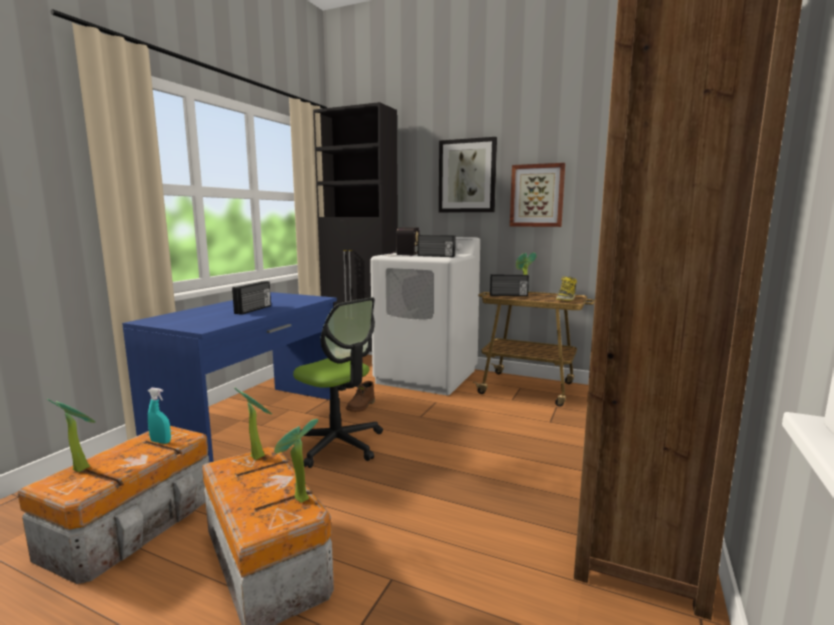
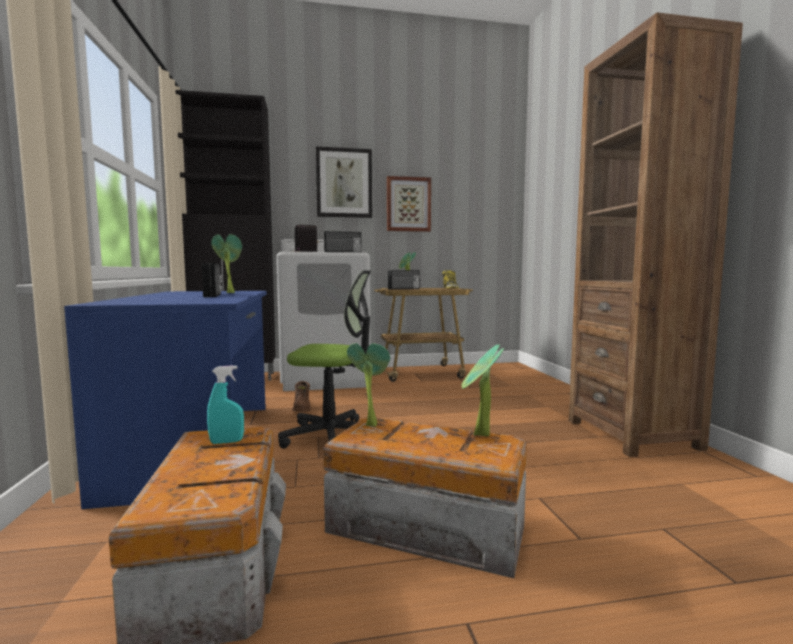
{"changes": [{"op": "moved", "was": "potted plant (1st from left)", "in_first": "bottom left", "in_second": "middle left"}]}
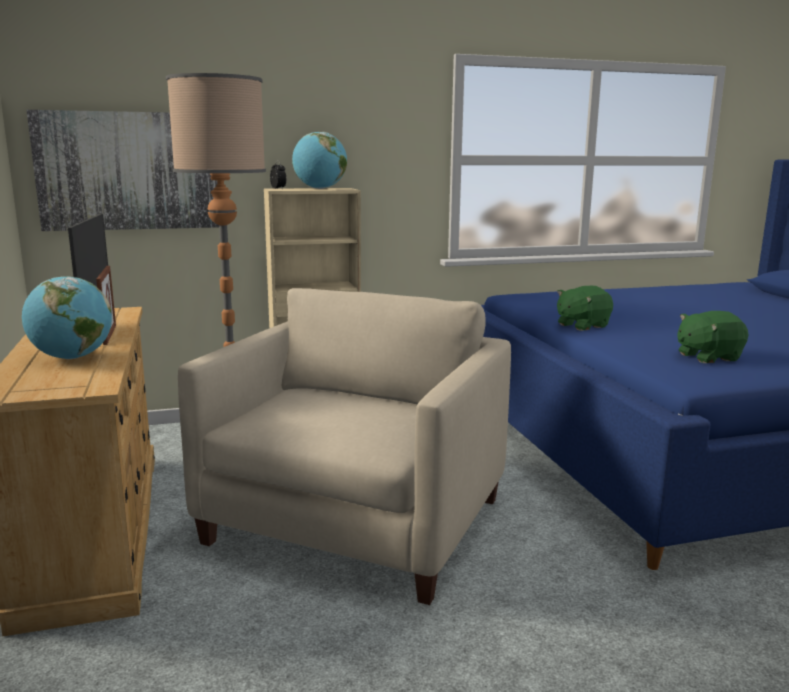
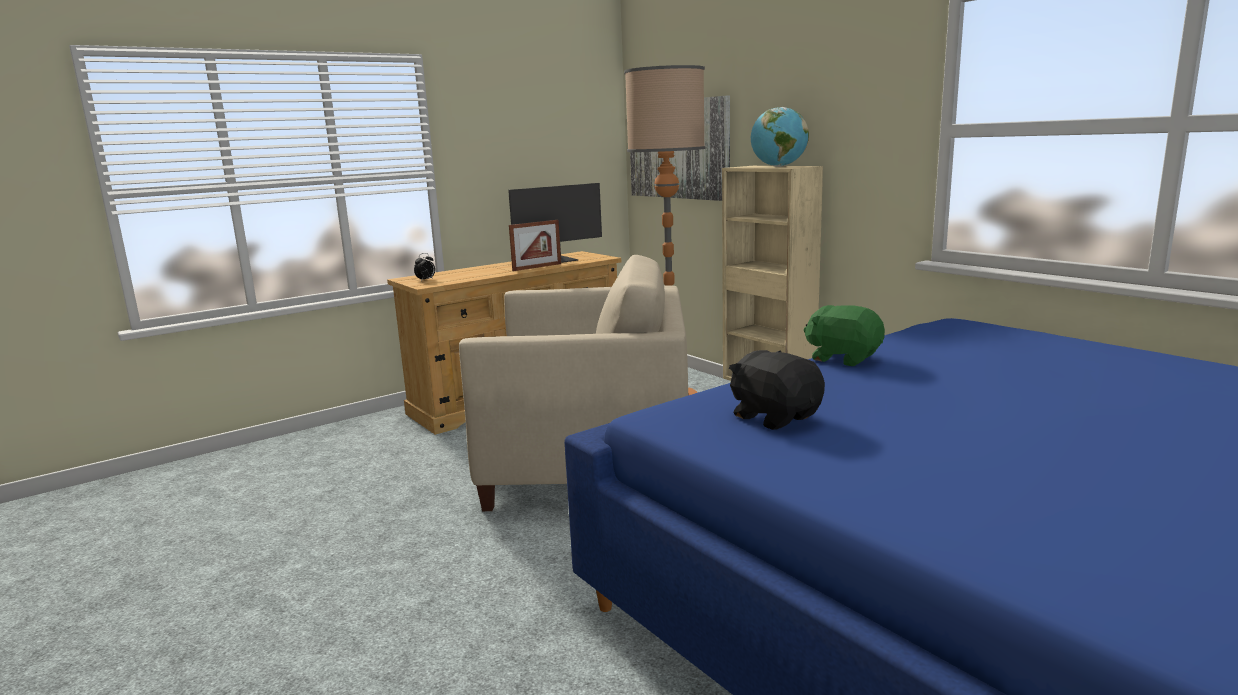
{"changes": [{"op": "removed", "was": "globe (1st from left)", "in_first": "middle left"}, {"op": "moved", "was": "alarm clock", "in_first": "top centre", "in_second": "centre"}, {"op": "recoloured", "was": "green plush toy (2nd from left)", "now": "black plush toy", "in_first": "middle right", "in_second": "centre"}]}
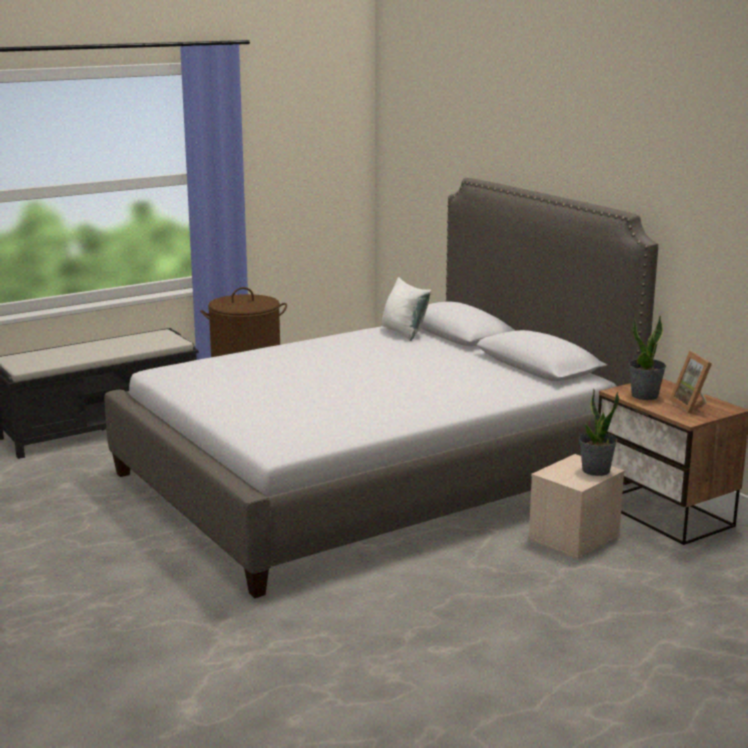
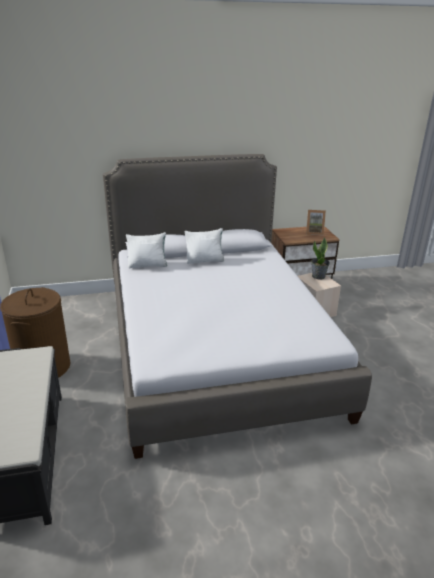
{"changes": [{"op": "removed", "was": "potted plant (2nd from left)", "in_first": "middle right"}, {"op": "added", "now": "white pillow (2nd from left)", "in_second": "centre"}]}
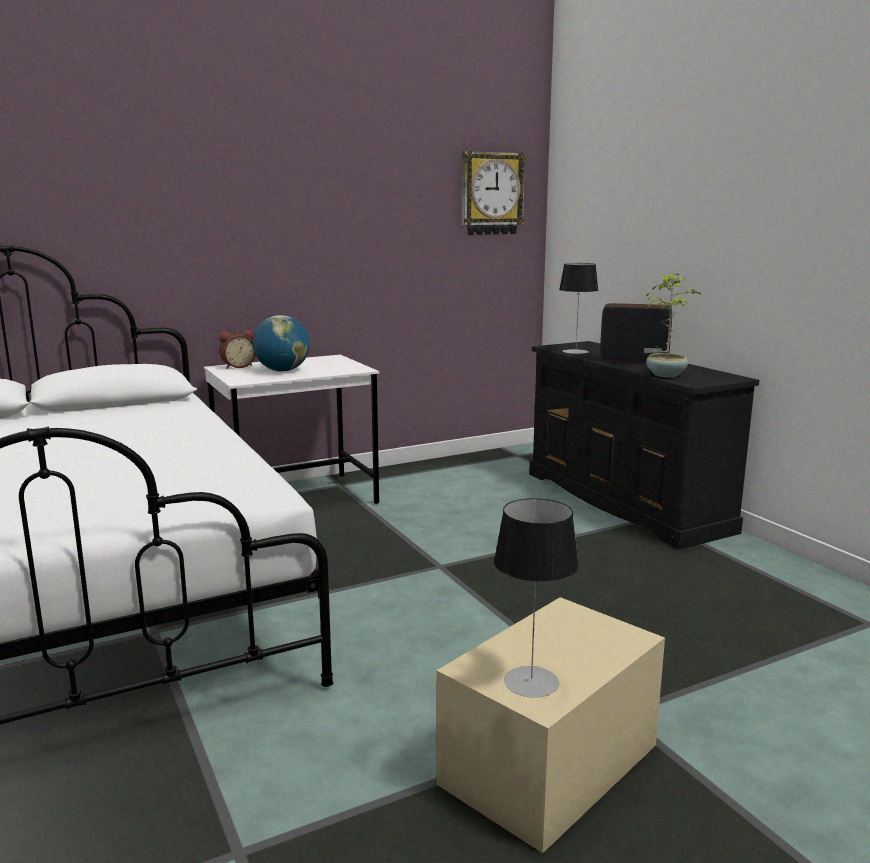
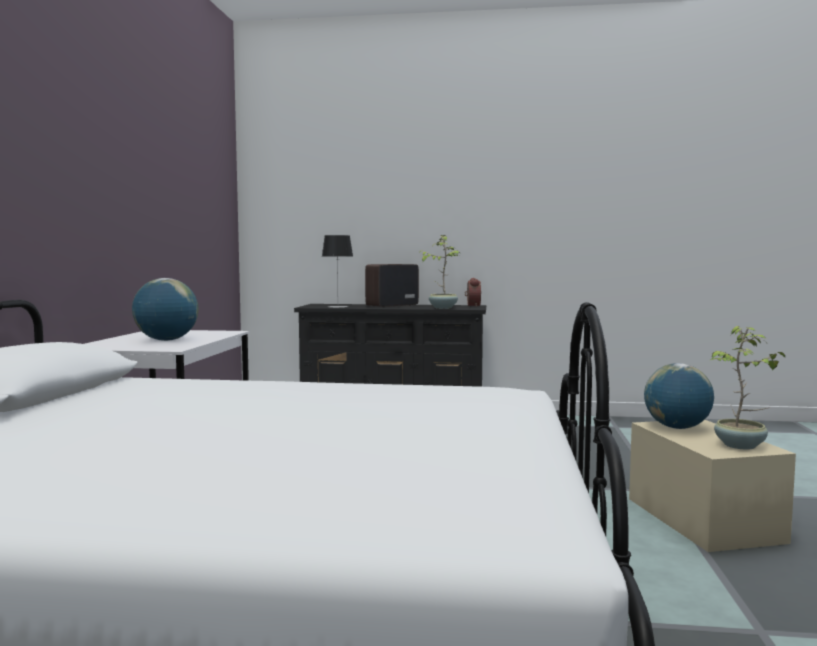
{"changes": [{"op": "removed", "was": "wall clock", "in_first": "top centre"}, {"op": "added", "now": "globe (2nd from left)", "in_second": "middle right"}, {"op": "moved", "was": "alarm clock", "in_first": "middle left", "in_second": "centre"}, {"op": "replaced", "was": "table lamp (1st from left)", "now": "potted plant (2nd from left)", "in_first": "bottom centre", "in_second": "middle right"}]}
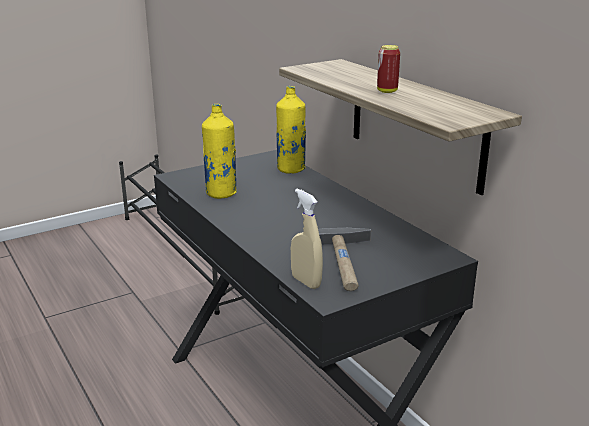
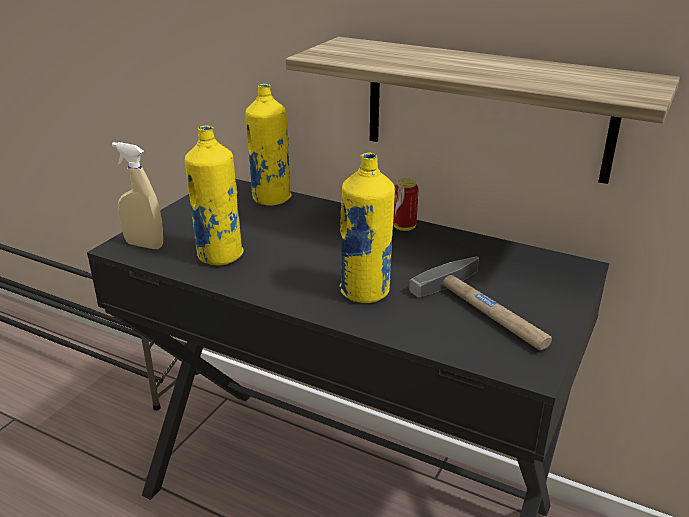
{"changes": [{"op": "added", "now": "yellow bottle (3rd from left)", "in_second": "centre"}, {"op": "moved", "was": "beige spray bottle", "in_first": "centre", "in_second": "middle left"}, {"op": "moved", "was": "can", "in_first": "top centre", "in_second": "centre"}]}
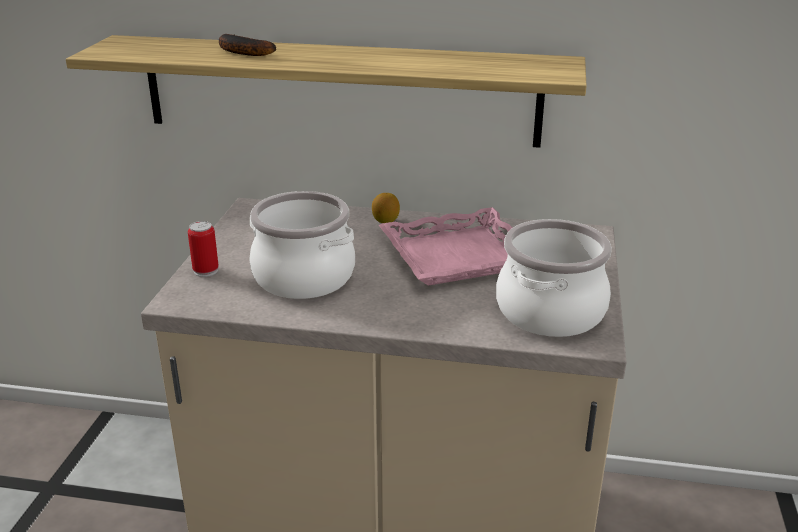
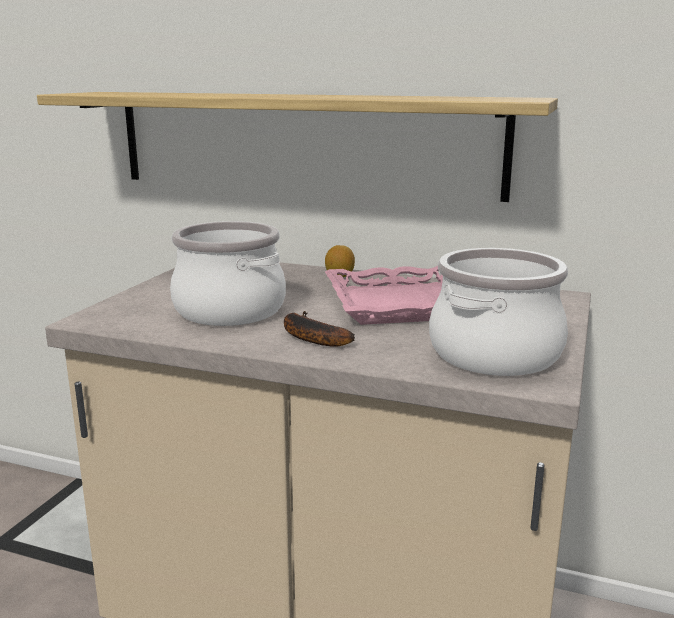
{"changes": [{"op": "removed", "was": "can", "in_first": "middle left"}, {"op": "moved", "was": "banana", "in_first": "top left", "in_second": "centre"}]}
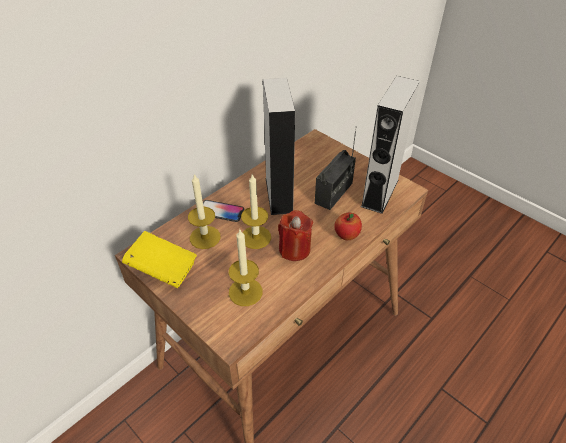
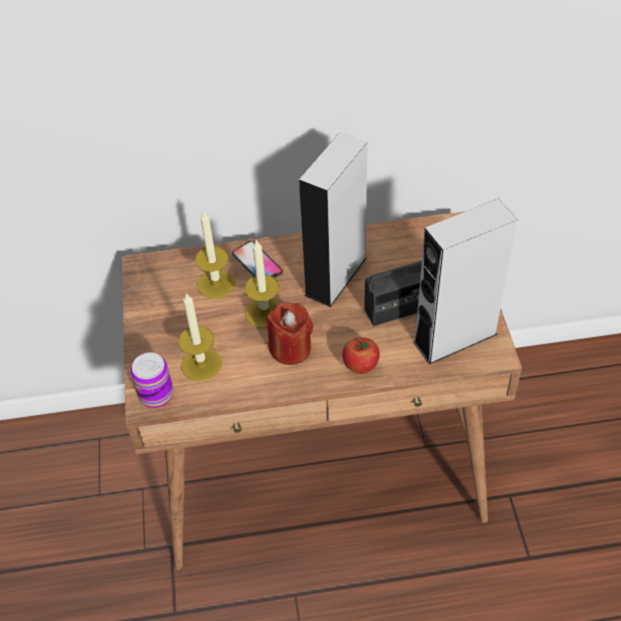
{"changes": [{"op": "removed", "was": "yellow book", "in_first": "middle left"}, {"op": "added", "now": "can", "in_second": "middle left"}]}
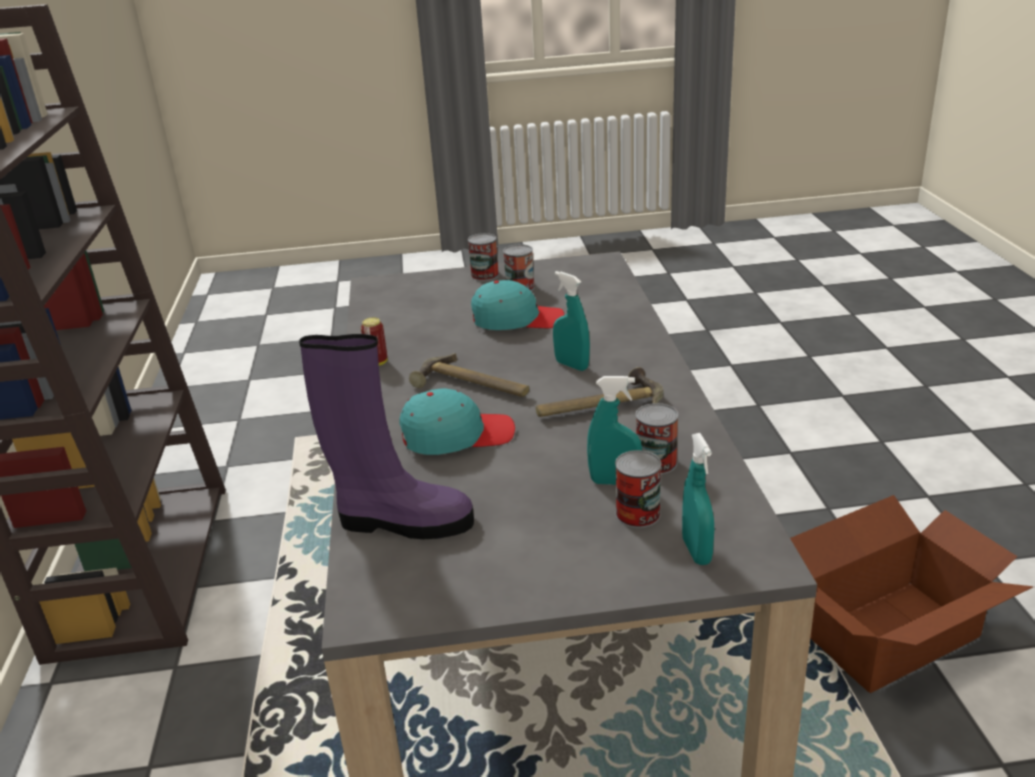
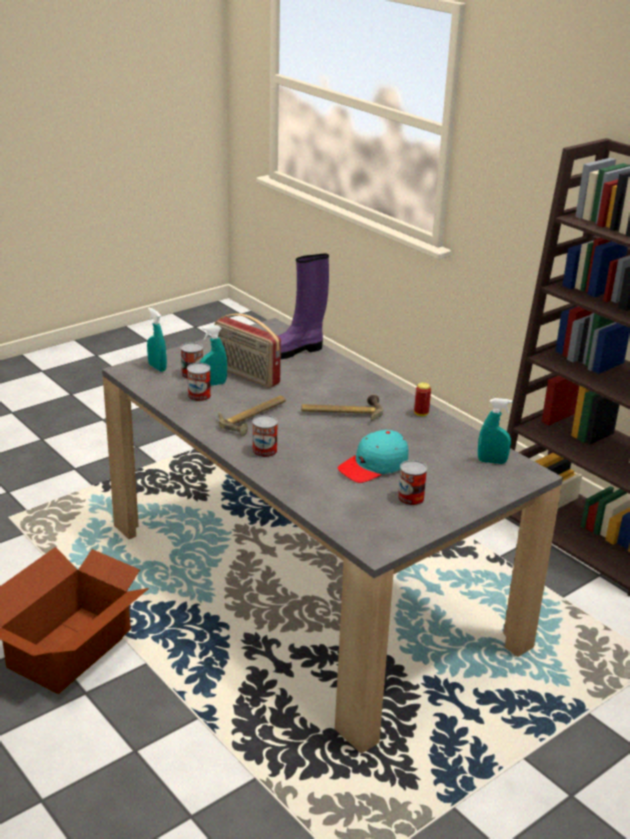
{"changes": [{"op": "removed", "was": "turquoise cap (1st from left)", "in_first": "centre"}, {"op": "added", "now": "radio", "in_second": "centre"}, {"op": "moved", "was": "can (2nd from left in the first image)", "now": "can (3rd from left)", "in_first": "top centre", "in_second": "centre"}, {"op": "moved", "was": "turquoise spray bottle (1st from left in the first image)", "now": "turquoise spray bottle (3rd from left)", "in_first": "centre", "in_second": "middle right"}]}
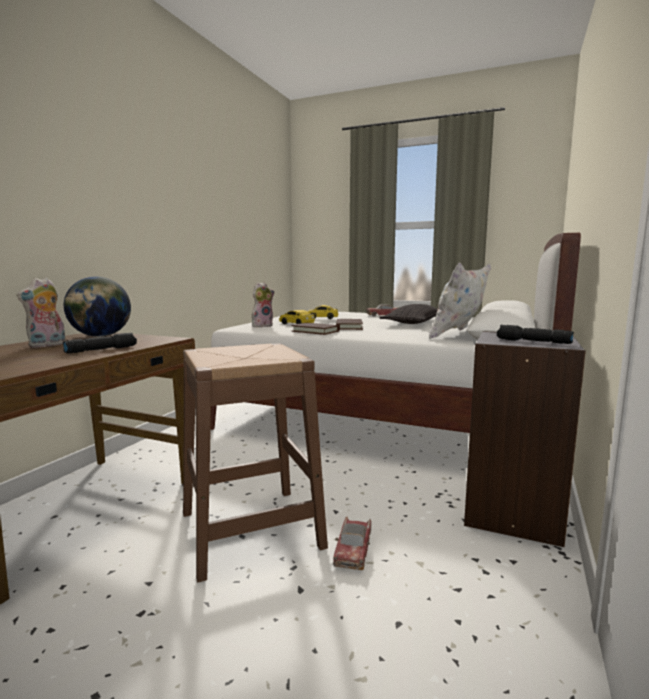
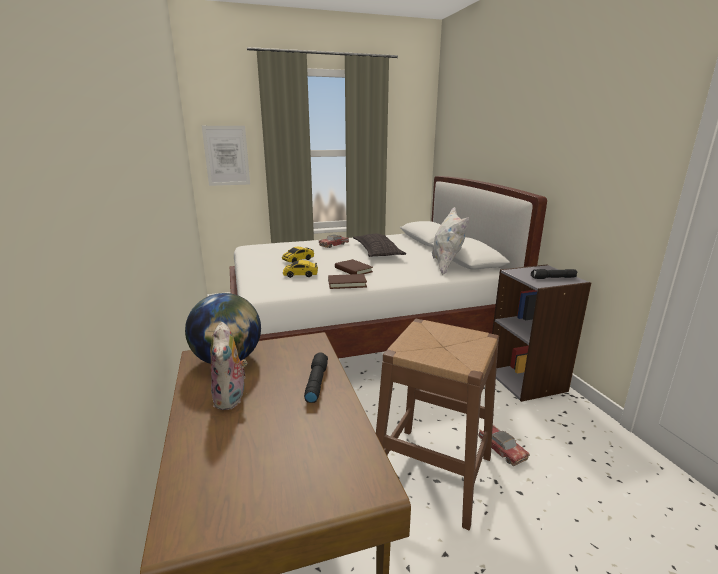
{"changes": [{"op": "removed", "was": "plush toy (2nd from left)", "in_first": "centre"}, {"op": "added", "now": "picture", "in_second": "top left"}]}
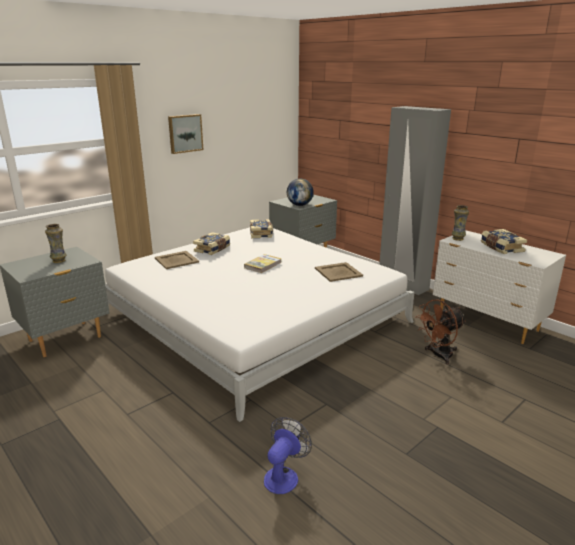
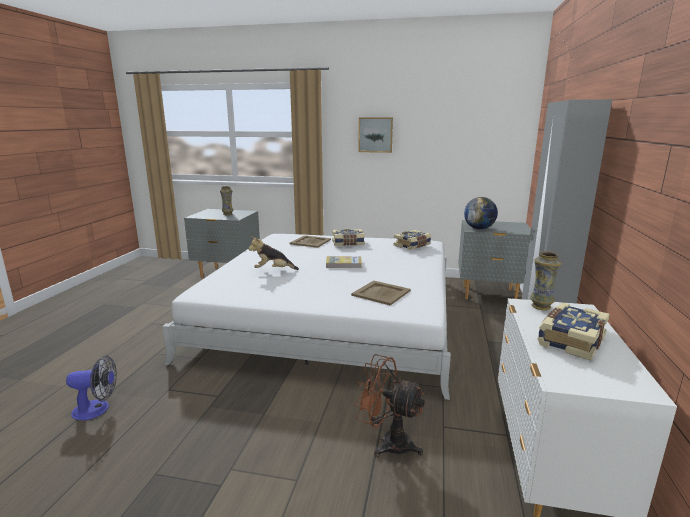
{"changes": [{"op": "added", "now": "plush toy", "in_second": "centre"}]}
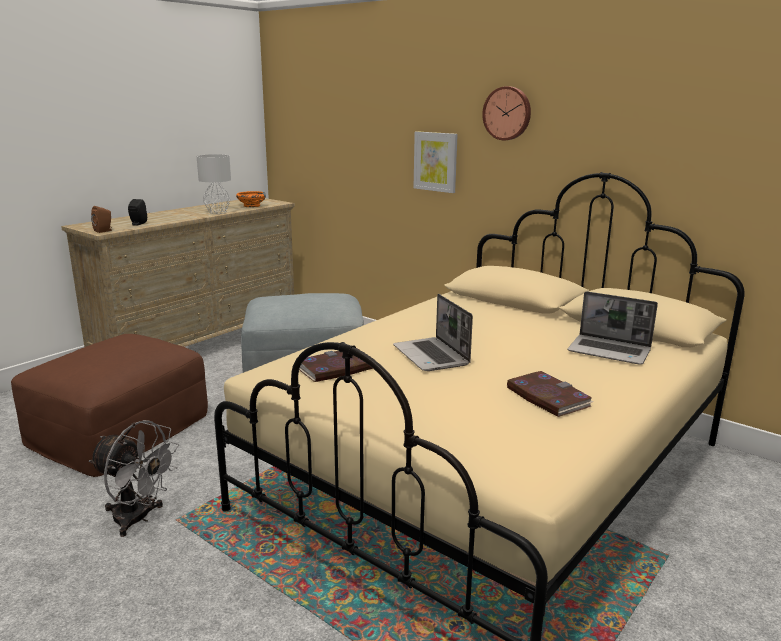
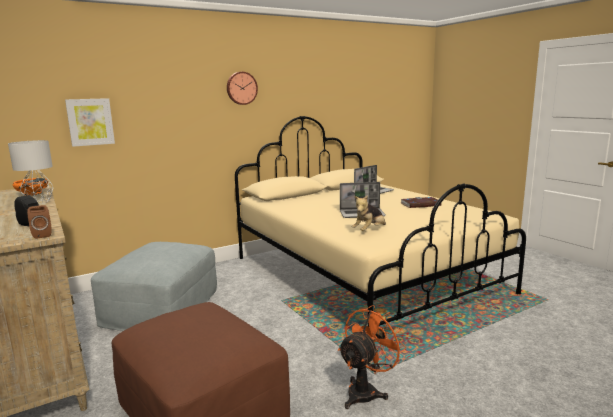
{"changes": [{"op": "moved", "was": "picture", "in_first": "top centre", "in_second": "top left"}, {"op": "replaced", "was": "book (1st from left)", "now": "plush toy", "in_first": "centre", "in_second": "centre"}, {"op": "recoloured", "was": "grey fan", "now": "orange fan", "in_first": "bottom left", "in_second": "bottom centre"}]}
